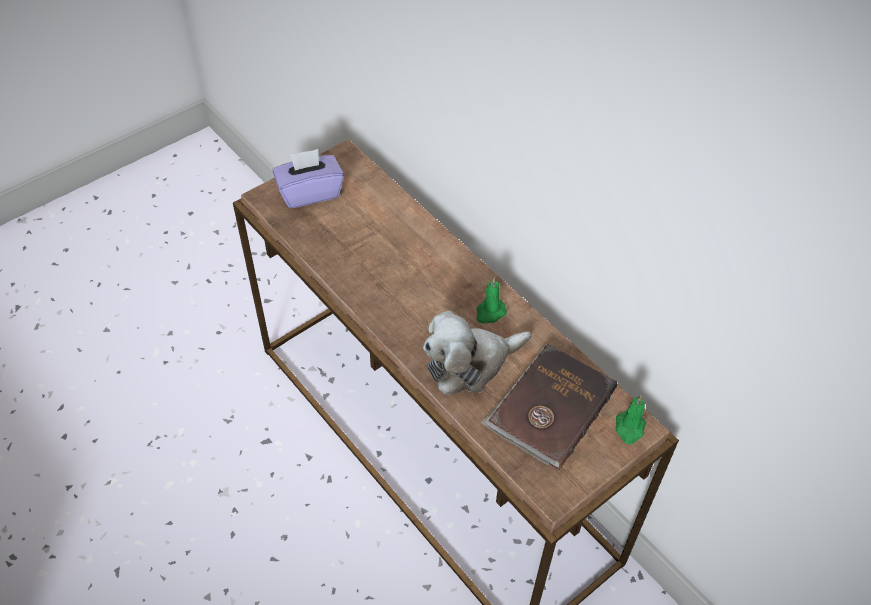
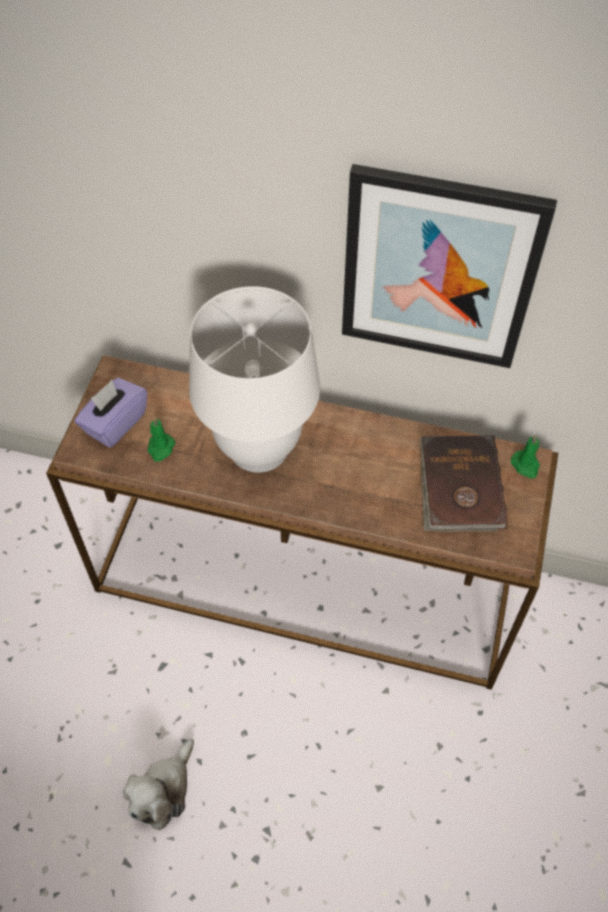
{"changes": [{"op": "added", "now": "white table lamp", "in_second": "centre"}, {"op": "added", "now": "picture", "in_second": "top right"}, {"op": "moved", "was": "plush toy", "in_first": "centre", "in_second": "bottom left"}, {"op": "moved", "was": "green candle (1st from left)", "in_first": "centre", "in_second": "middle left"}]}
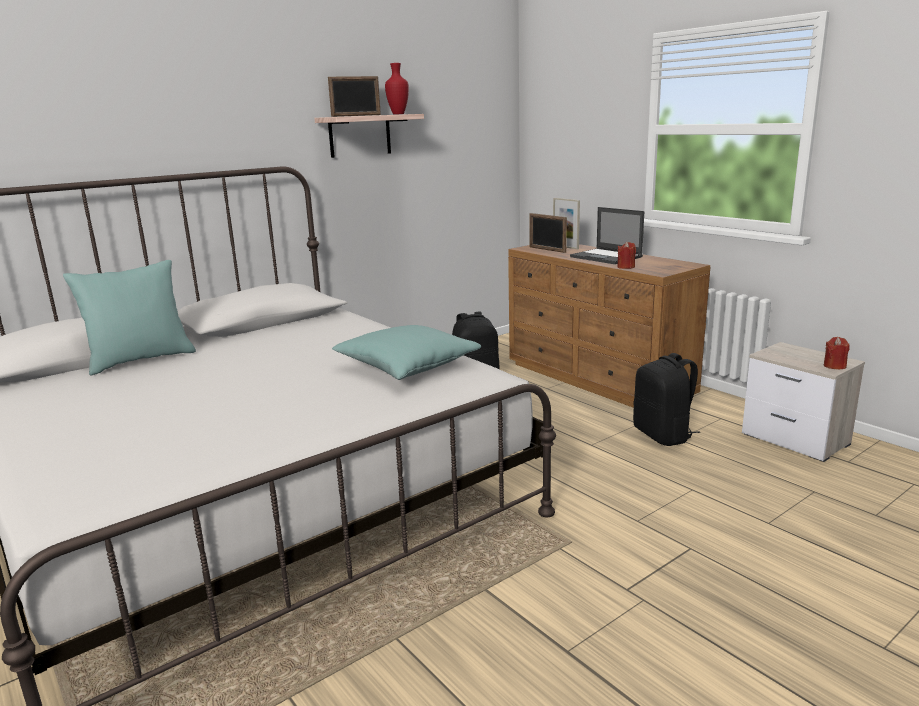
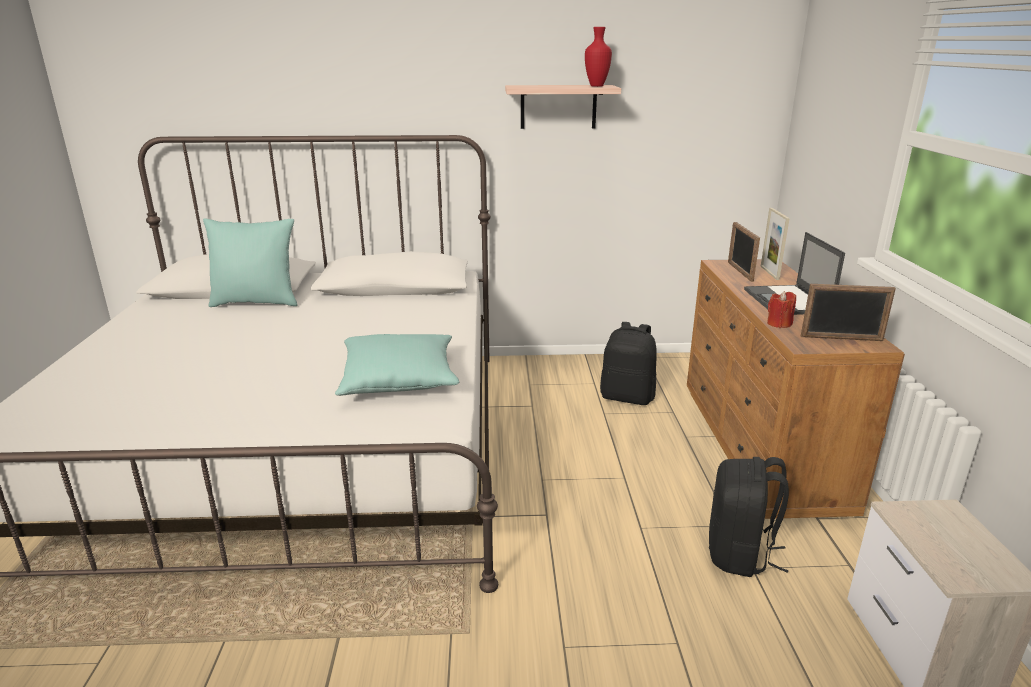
{"changes": [{"op": "removed", "was": "red candle (2nd from left)", "in_first": "middle right"}, {"op": "moved", "was": "picture frame (1st from left in the first image)", "now": "picture frame (3rd from left)", "in_first": "top centre", "in_second": "middle right"}]}
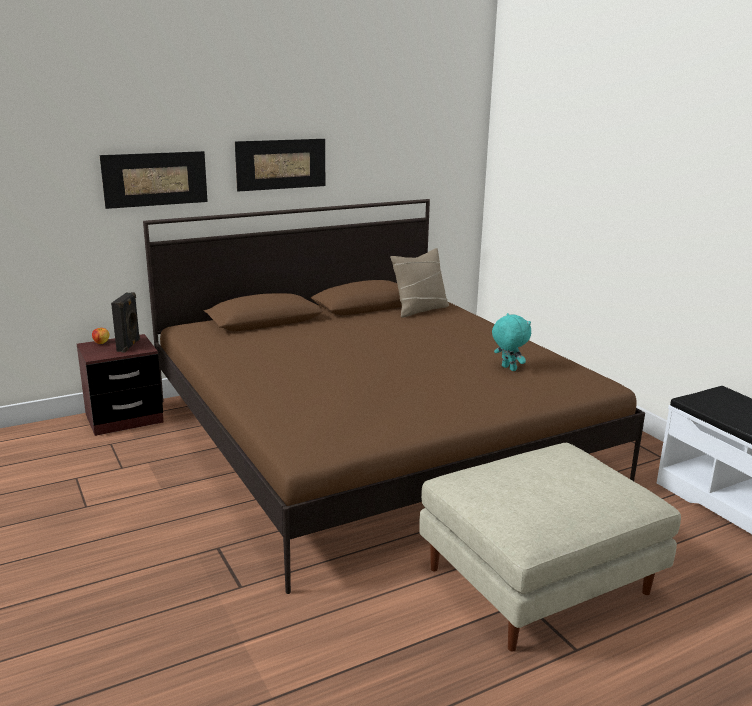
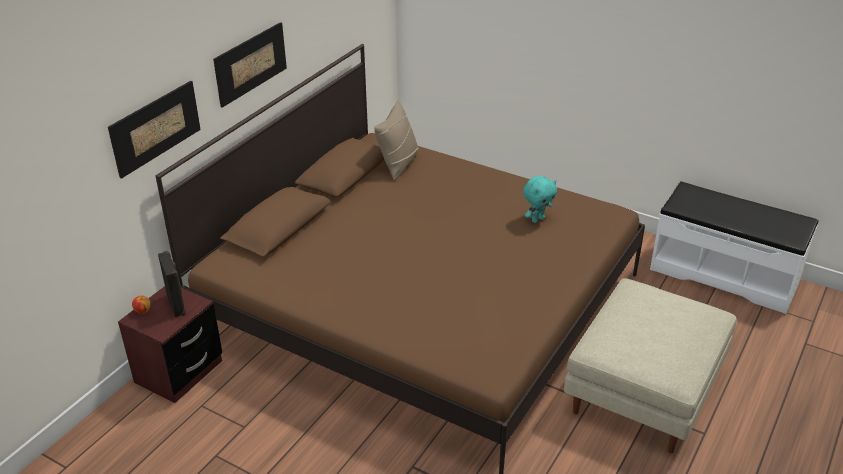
{"changes": [{"op": "turned", "was": "turquoise plush toy", "in_first": "middle right", "in_second": "centre", "clockwise": 120}]}
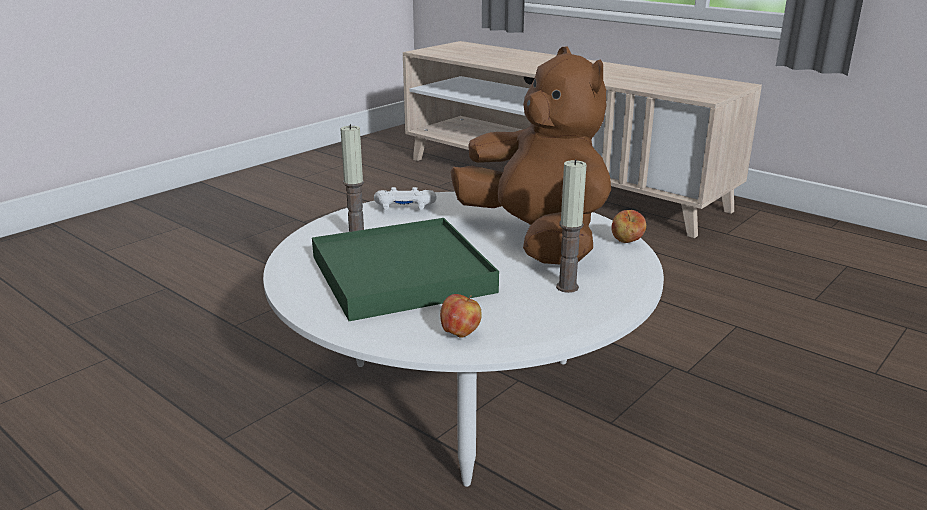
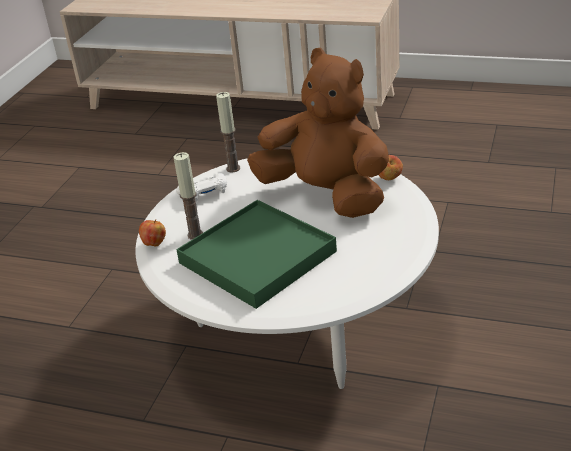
{"changes": [{"op": "moved", "was": "apple (1st from left)", "in_first": "centre", "in_second": "middle left"}, {"op": "moved", "was": "candle (2nd from left)", "in_first": "centre", "in_second": "top centre"}]}
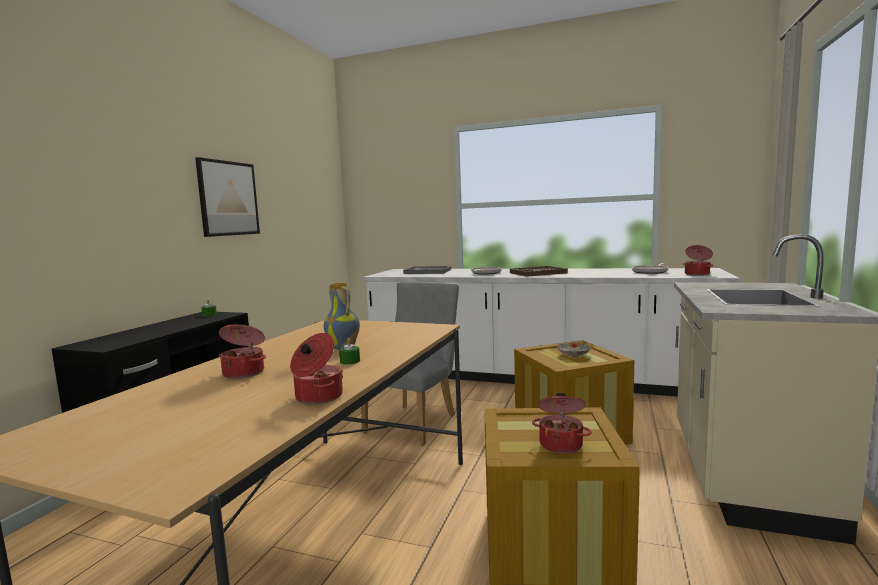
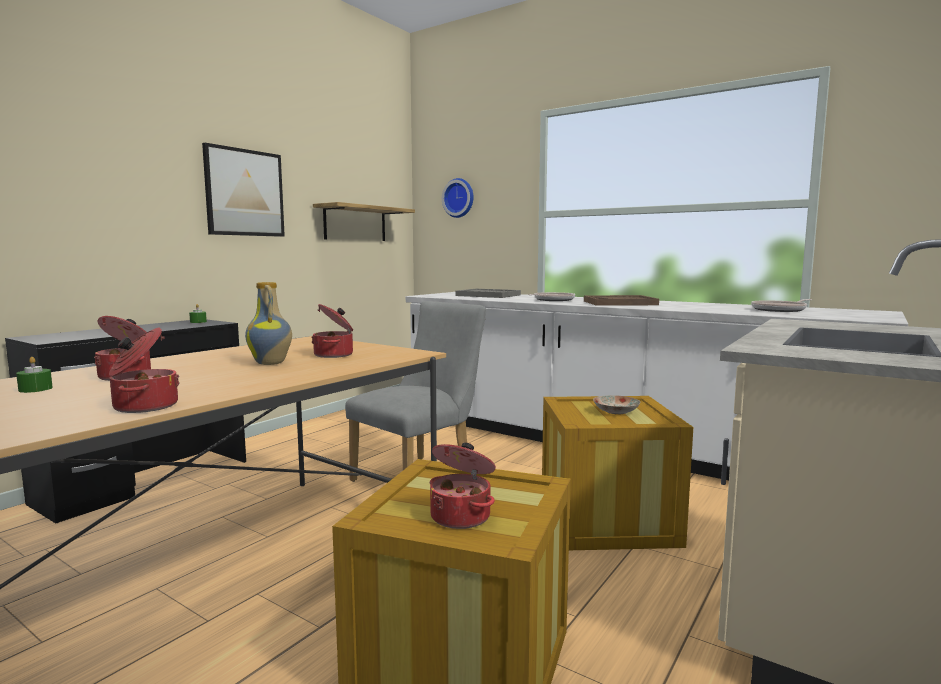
{"changes": [{"op": "added", "now": "shelf", "in_second": "top centre"}, {"op": "added", "now": "wall clock", "in_second": "top centre"}, {"op": "moved", "was": "green candle (2nd from left in the first image)", "now": "green candle (1st from left)", "in_first": "centre", "in_second": "middle left"}, {"op": "moved", "was": "cooking pot (4th from left in the first image)", "now": "cooking pot (3rd from left)", "in_first": "middle right", "in_second": "centre"}]}
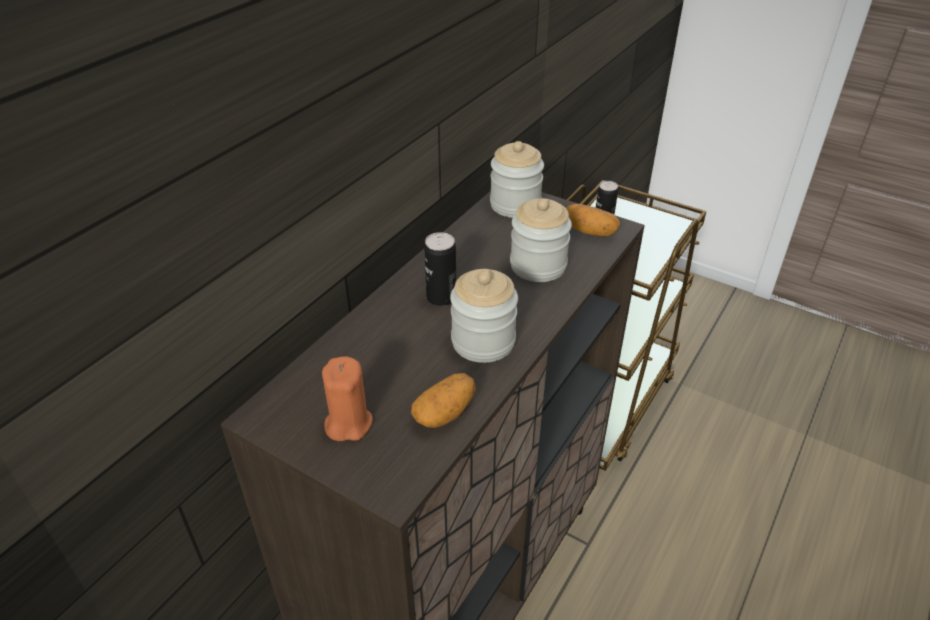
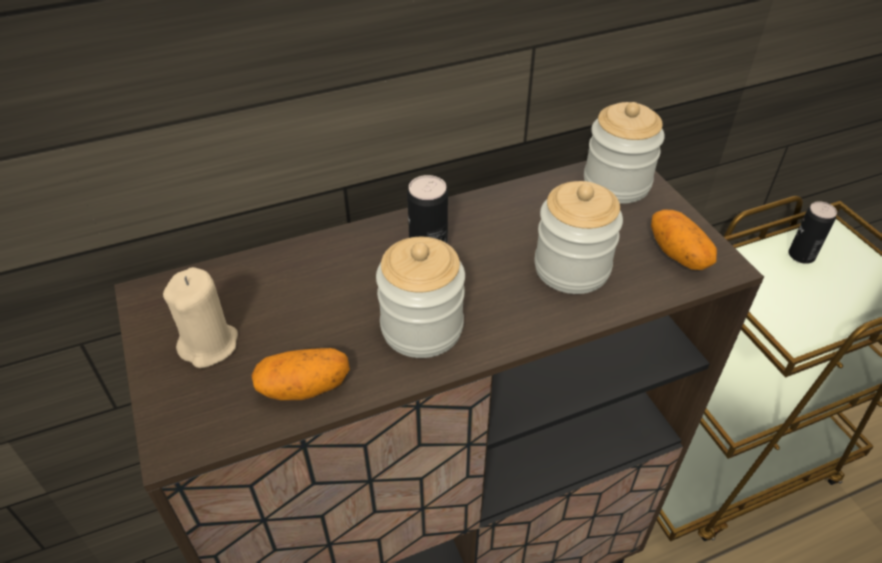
{"changes": [{"op": "recoloured", "was": "orange candle", "now": "beige candle", "in_first": "centre", "in_second": "middle left"}]}
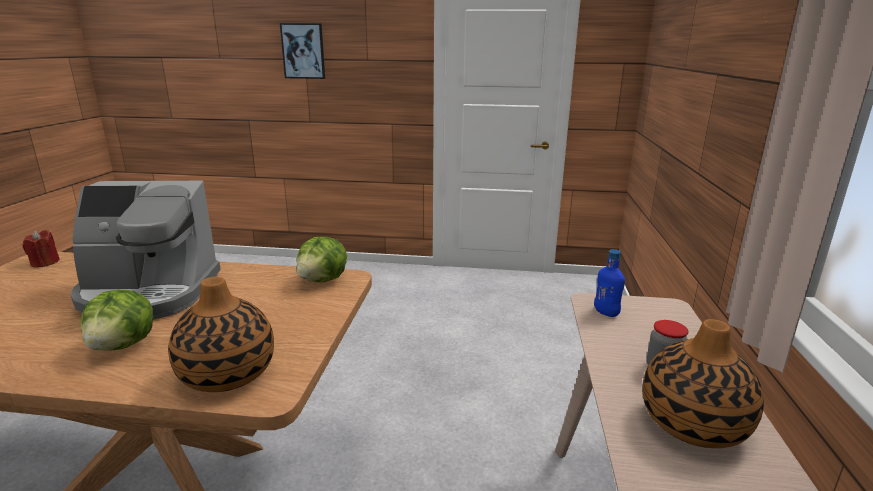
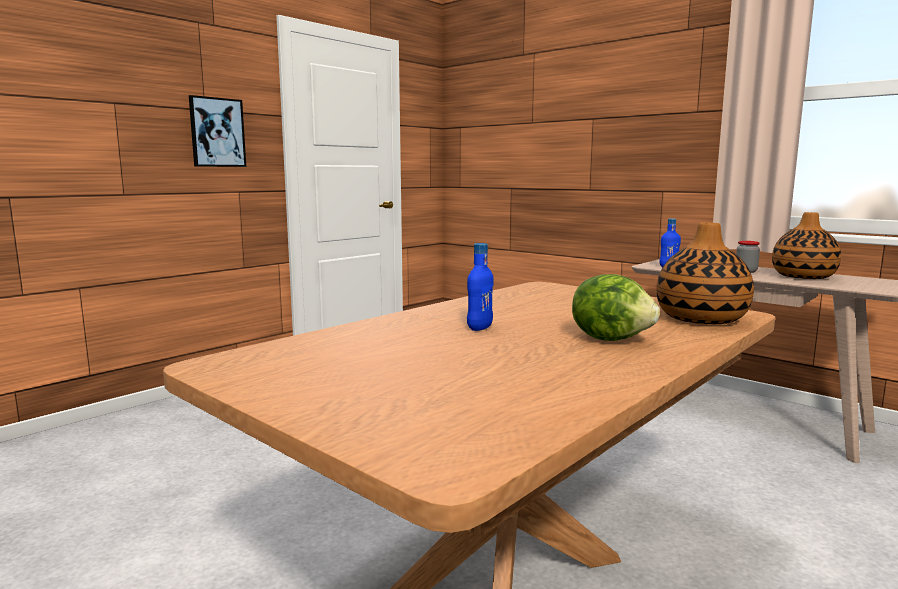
{"changes": [{"op": "removed", "was": "red candle", "in_first": "middle left"}, {"op": "removed", "was": "lettuce (2nd from left)", "in_first": "centre"}, {"op": "moved", "was": "picture", "in_first": "top centre", "in_second": "top left"}, {"op": "replaced", "was": "coffee machine", "now": "blue bottle (1st from left)", "in_first": "middle left", "in_second": "centre"}]}
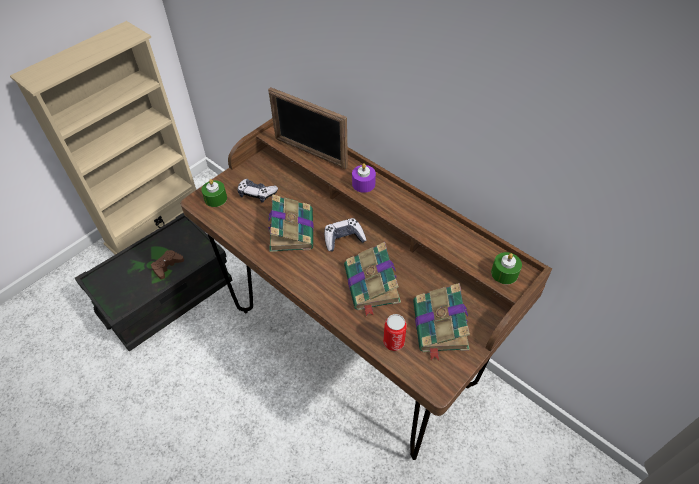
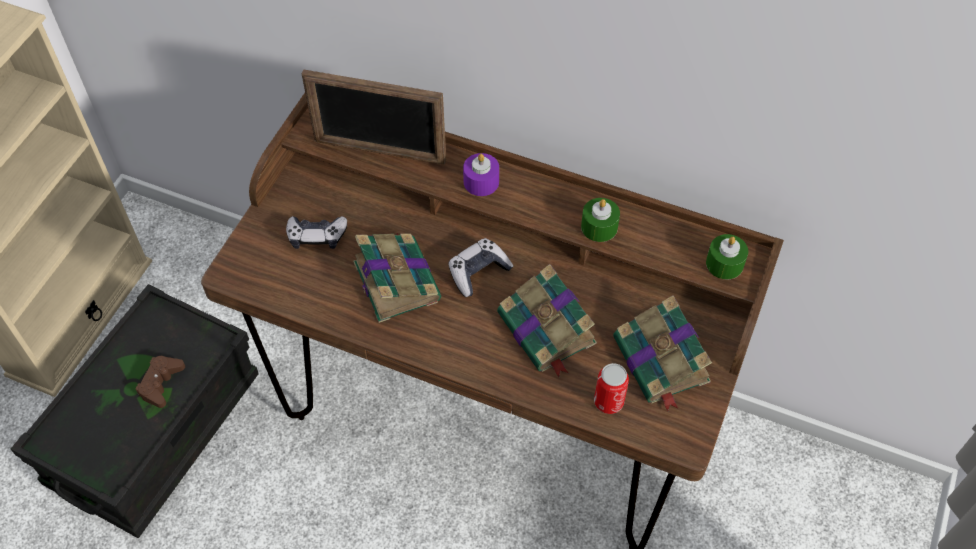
{"changes": [{"op": "moved", "was": "green candle (1st from left)", "in_first": "middle left", "in_second": "centre"}]}
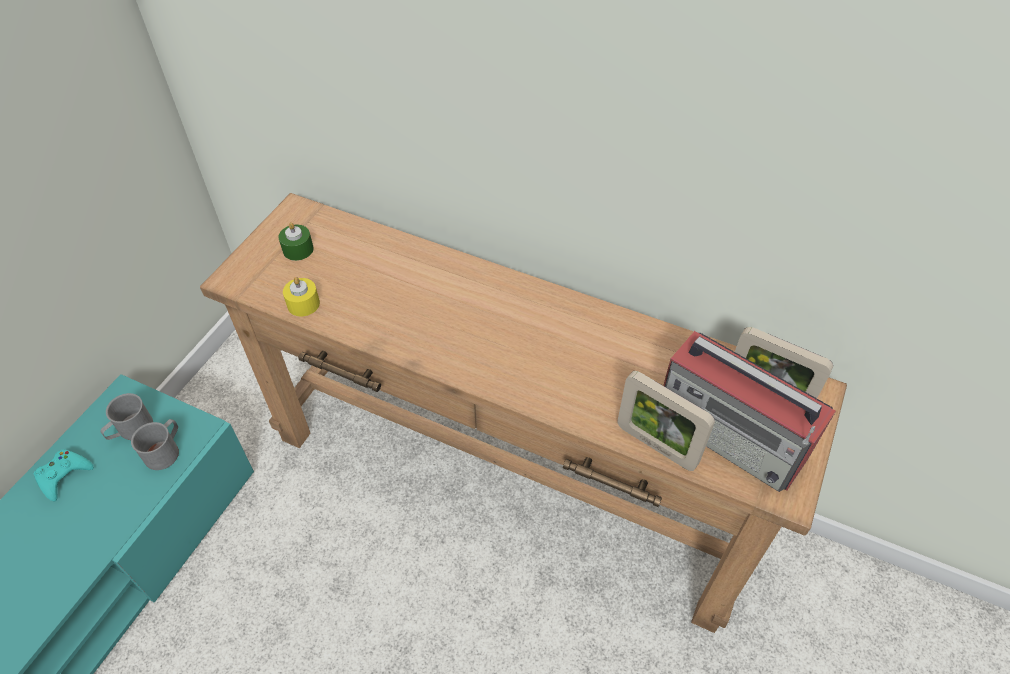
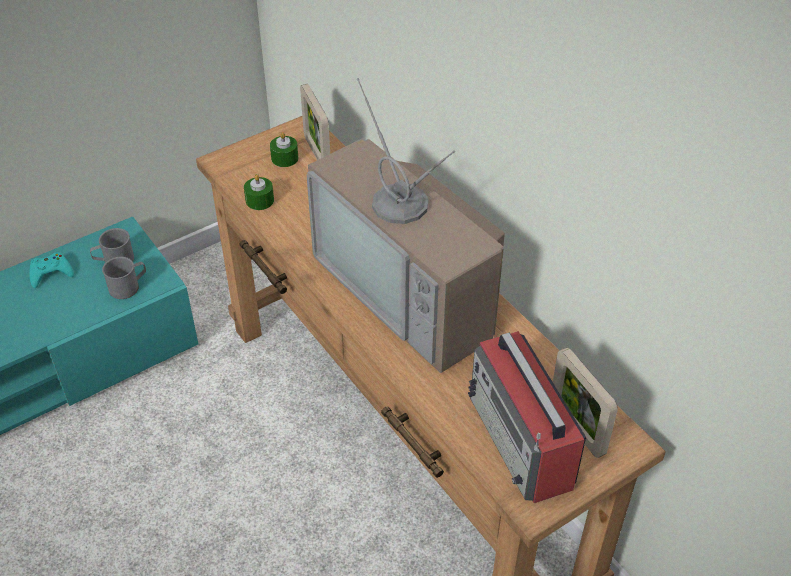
{"changes": [{"op": "added", "now": "television", "in_second": "centre"}, {"op": "moved", "was": "picture frame (1st from left)", "in_first": "centre", "in_second": "top centre"}, {"op": "recoloured", "was": "yellow candle", "now": "green candle (1st from left)", "in_first": "middle left", "in_second": "middle left"}]}
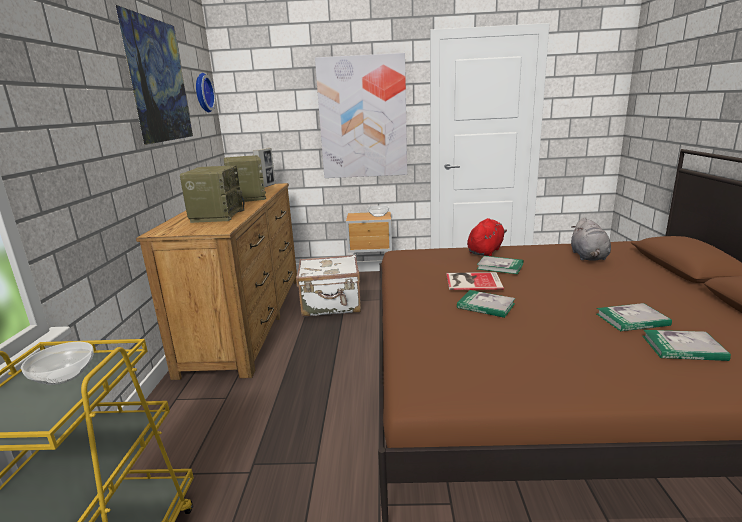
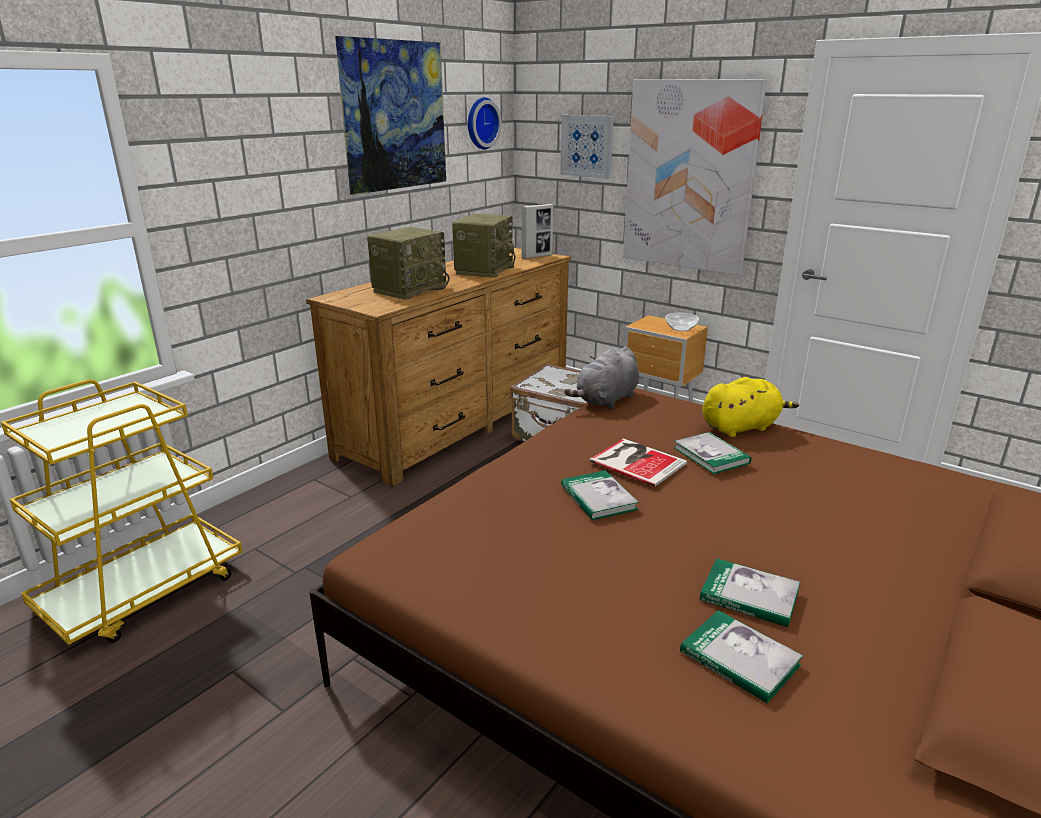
{"changes": [{"op": "removed", "was": "bowl (1st from left)", "in_first": "bottom left"}, {"op": "added", "now": "picture (2nd from left)", "in_second": "top centre"}, {"op": "moved", "was": "grey plush toy", "in_first": "middle right", "in_second": "centre"}, {"op": "recoloured", "was": "red plush toy", "now": "yellow plush toy", "in_first": "centre", "in_second": "middle right"}]}
